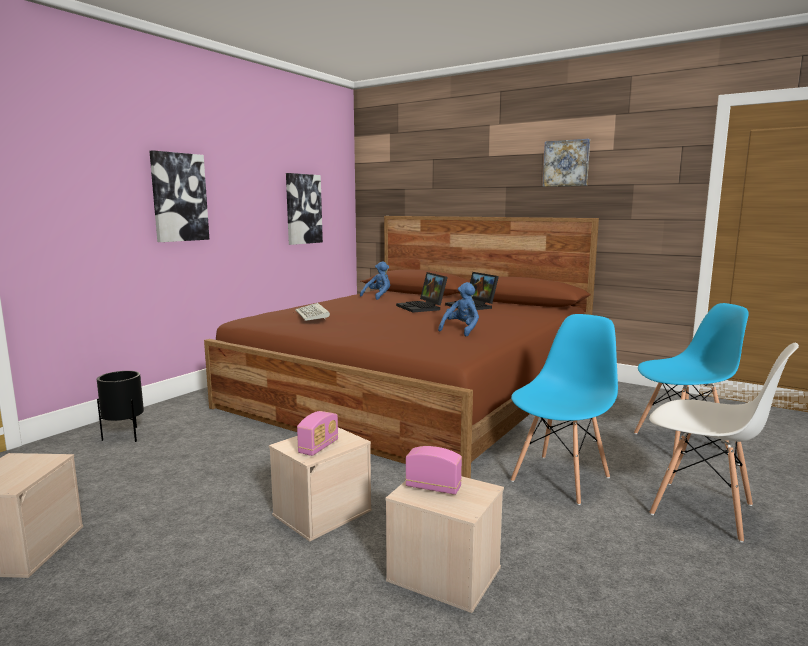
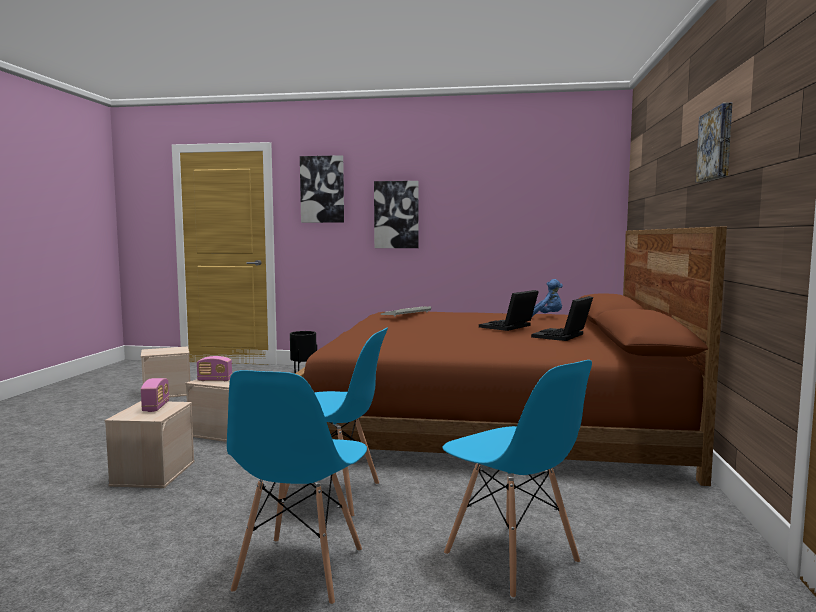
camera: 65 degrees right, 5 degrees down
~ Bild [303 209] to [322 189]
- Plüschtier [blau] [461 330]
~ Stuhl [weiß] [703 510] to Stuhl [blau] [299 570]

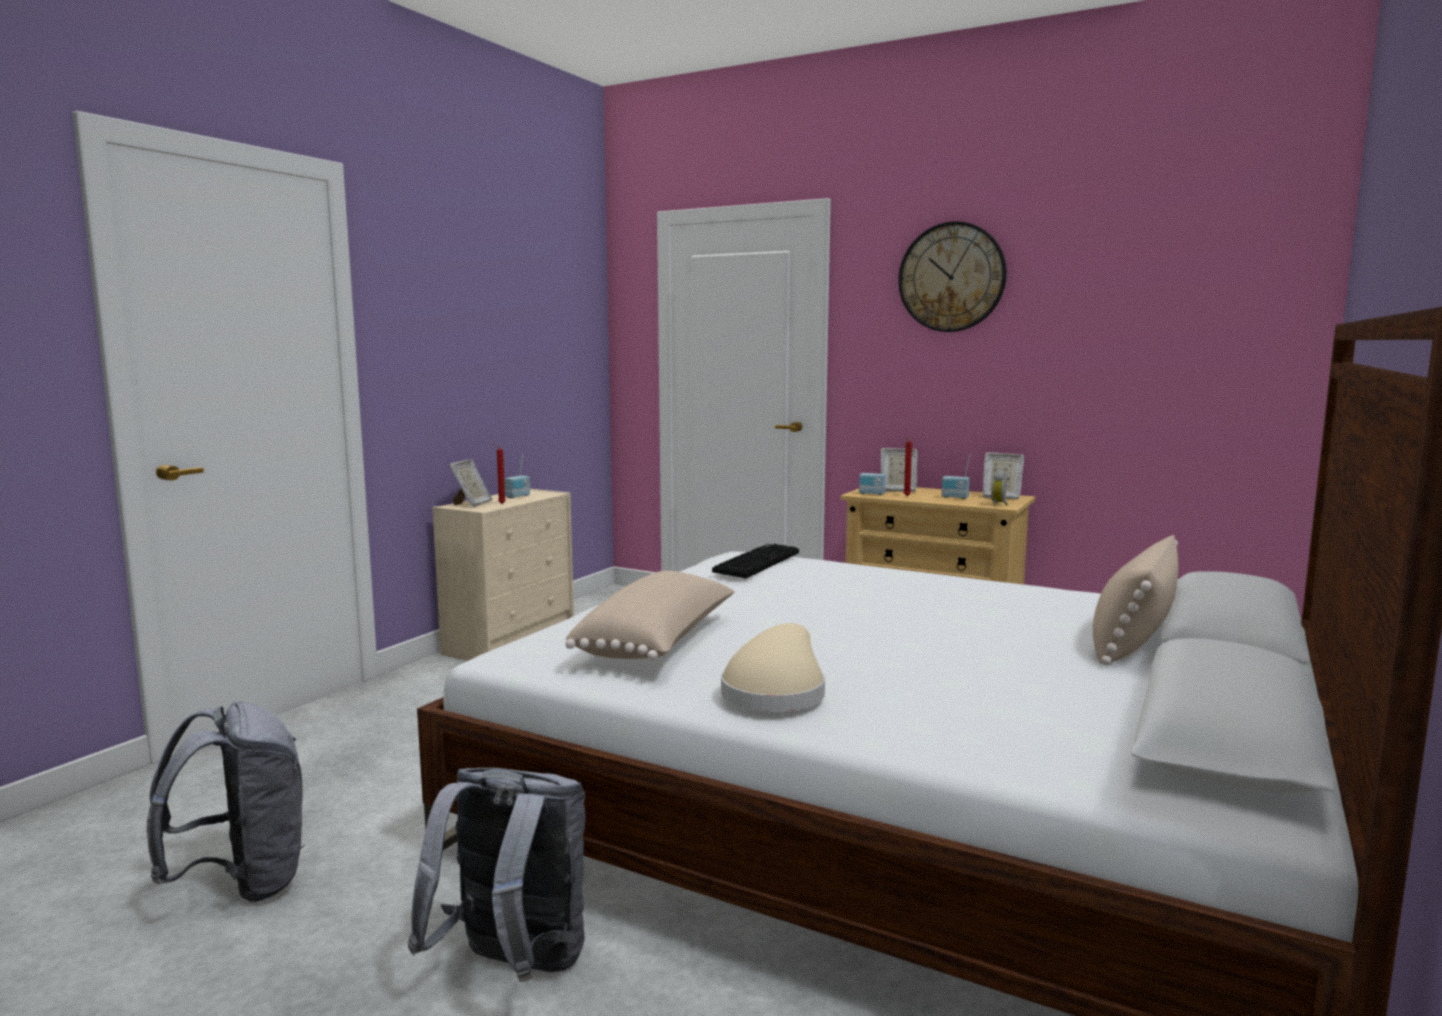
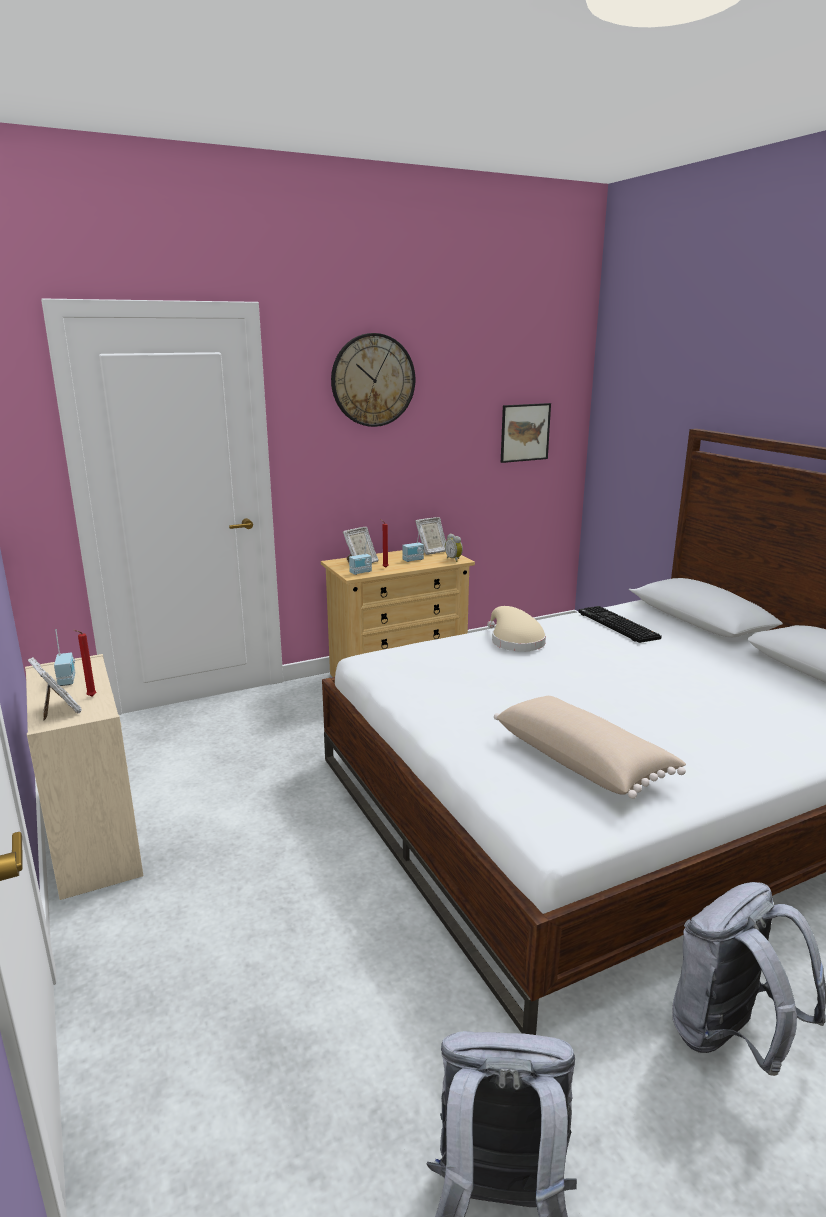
camera: 55 degrees left, 10 degrees up
~ Tastatur [756 562] to [616 625]
~ Hut [beige] [776 692] to [514 641]
- Kissen [beige] [1133 637]
+ Bild [525 432]

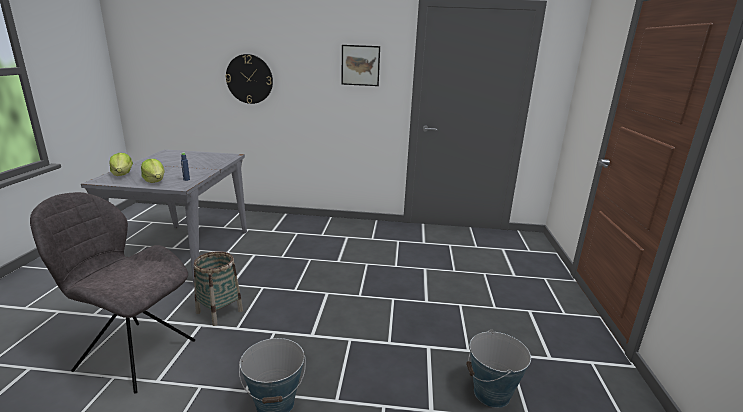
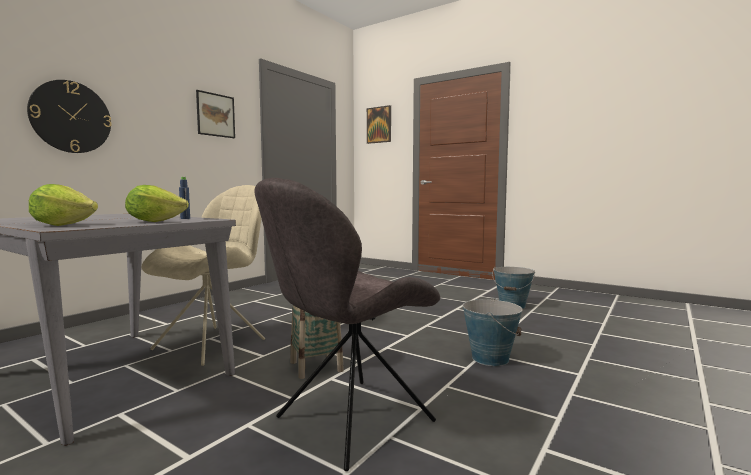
camera: 60 degrees left, 15 degrees down
+ Stuhl [beige] [213 343]
+ Bild [379 125]

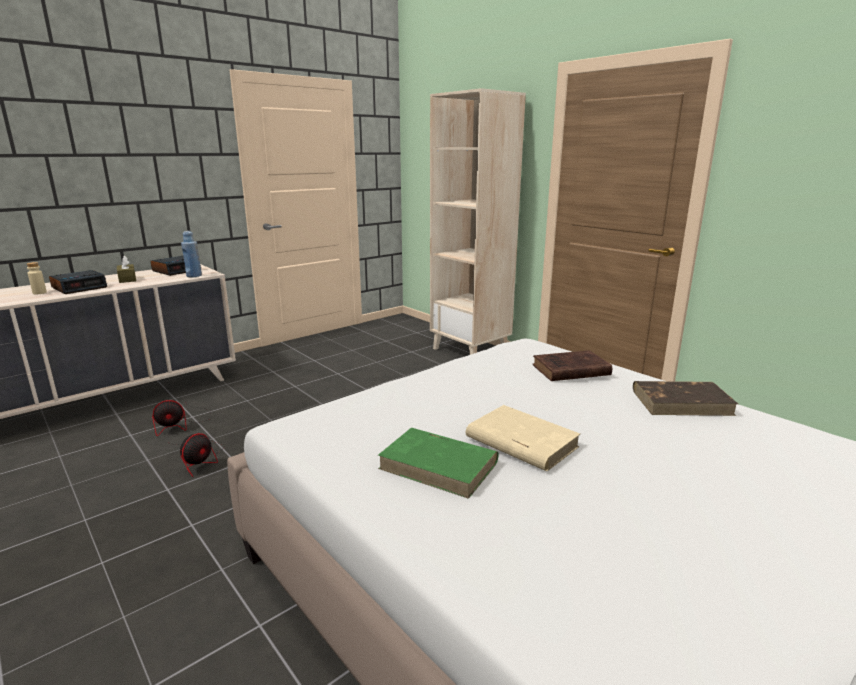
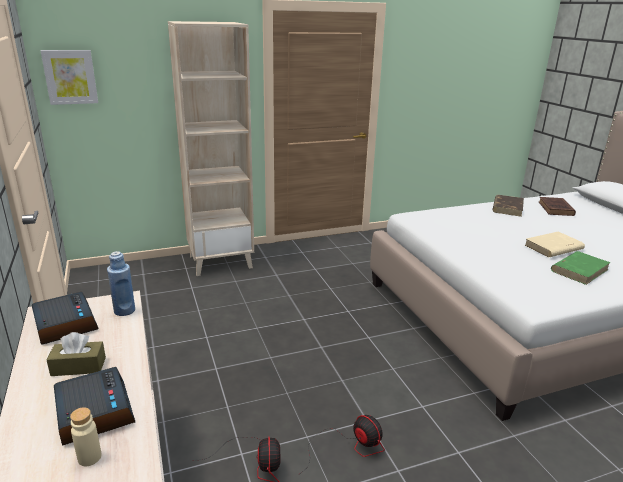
camera: 70 degrees left, 5 degrees up
~ Buch [braun] [569 370] to [556 209]
+ Bild [70 77]

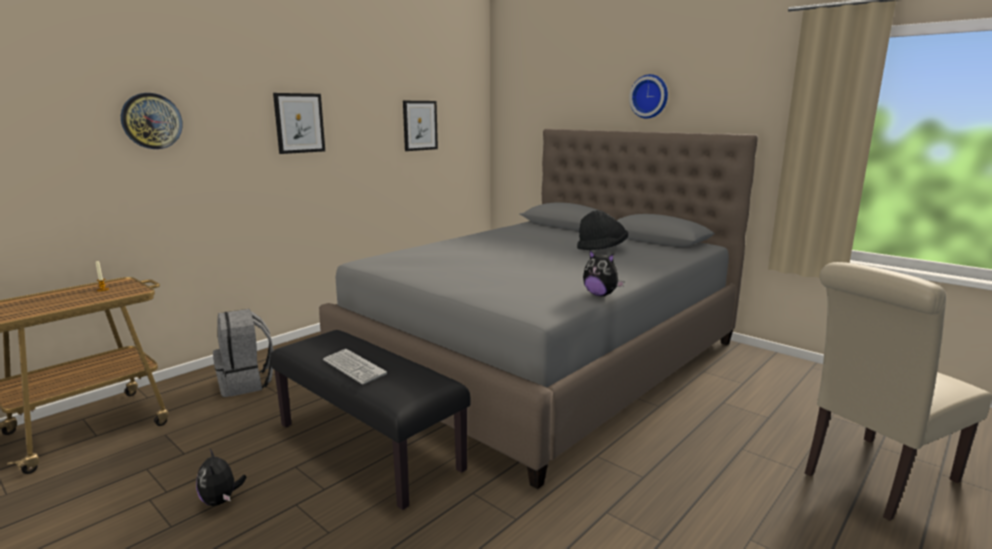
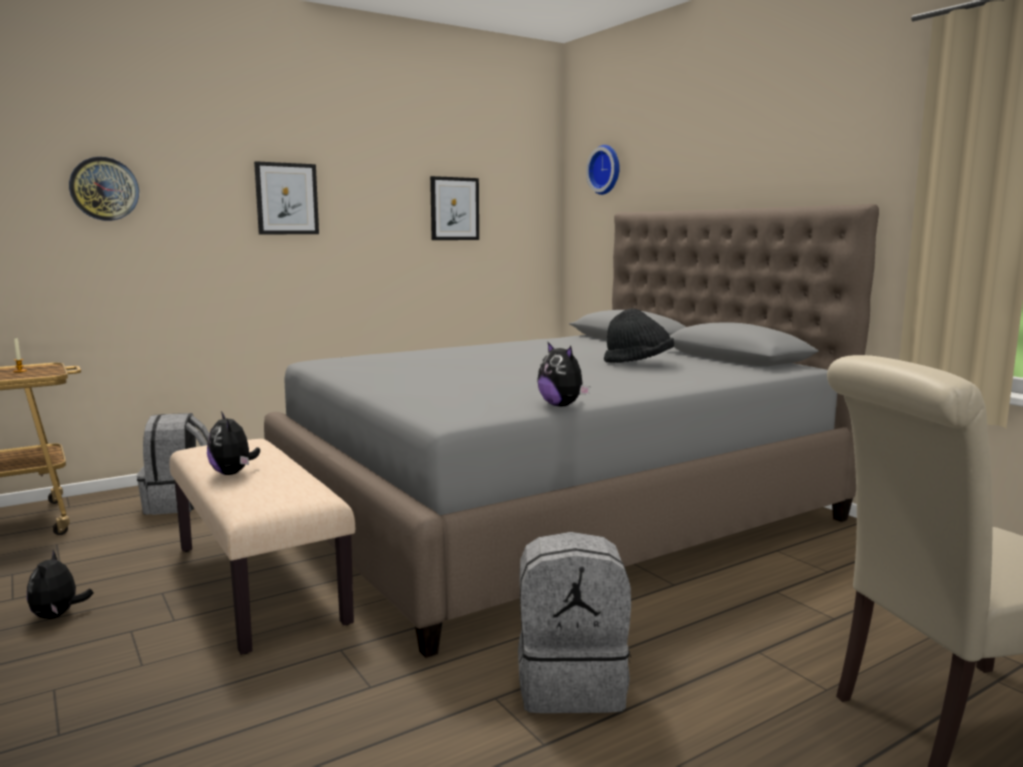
camera: 15 degrees right, 5 degrees down
~ Bank [schwarz] [370 446] to Bank [beige] [260 583]
~ Tastatur [354 367] to Plüschtier [233 473]
~ Wanduhr [650 96] to [606 170]
+ Rucksack [grau] [571 684]

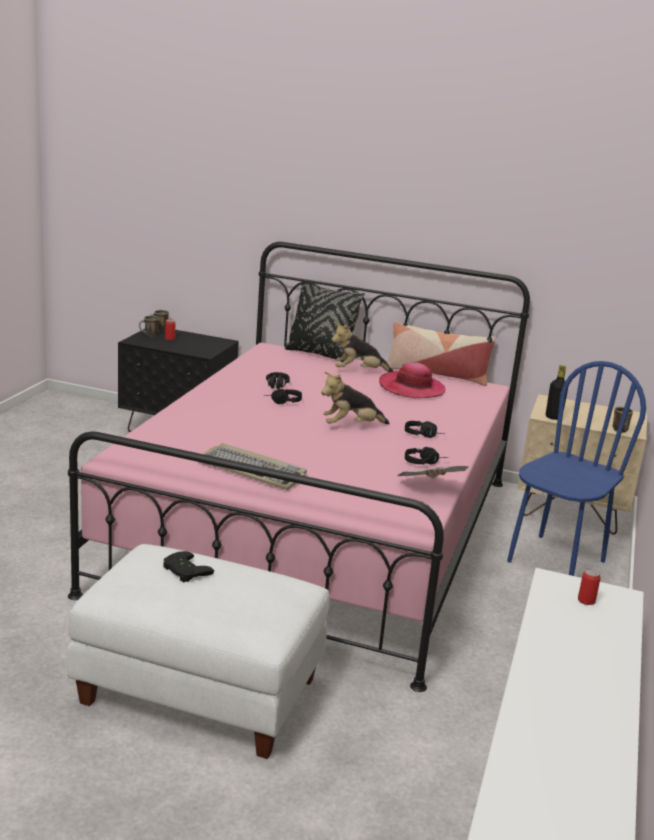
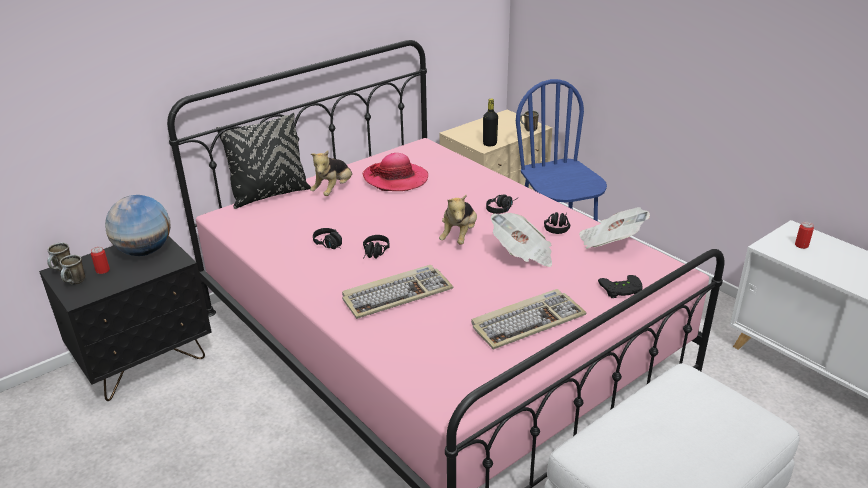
camera: 55 degrees left, 10 degrees up
~ Gamepad [schwarz] [184 571] to [621 290]
- Kissen [436 374]
+ Globus [145 251]
+ Tastatur [397 294]
+ Zeitung [522 254]

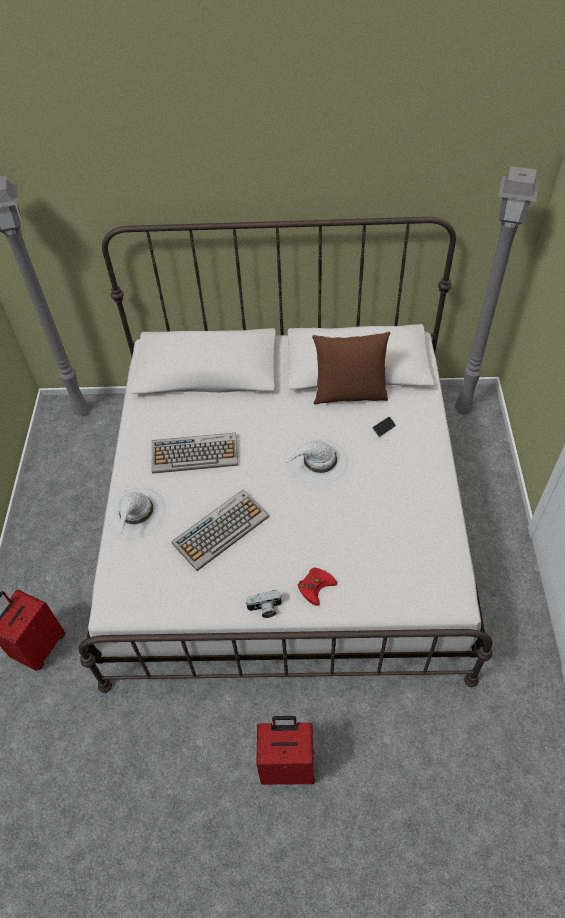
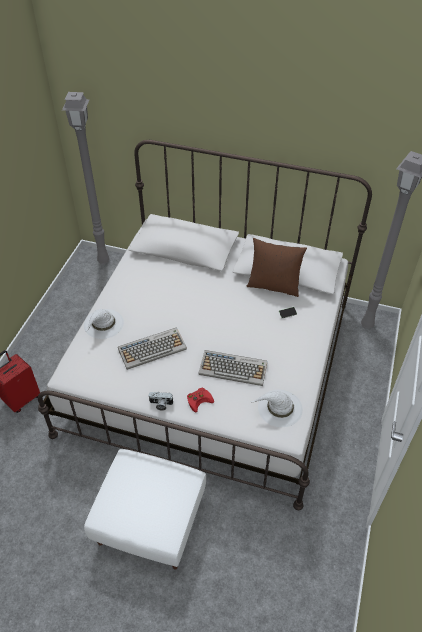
camera: 15 degrees right, 5 degrees down
~ Tastatur [195 453] to [233 368]
~ Koffer [rot] [288 765] to Polsterhocker [weiß] [151 520]
~ Hut [weiß] [319 462] to [279 408]

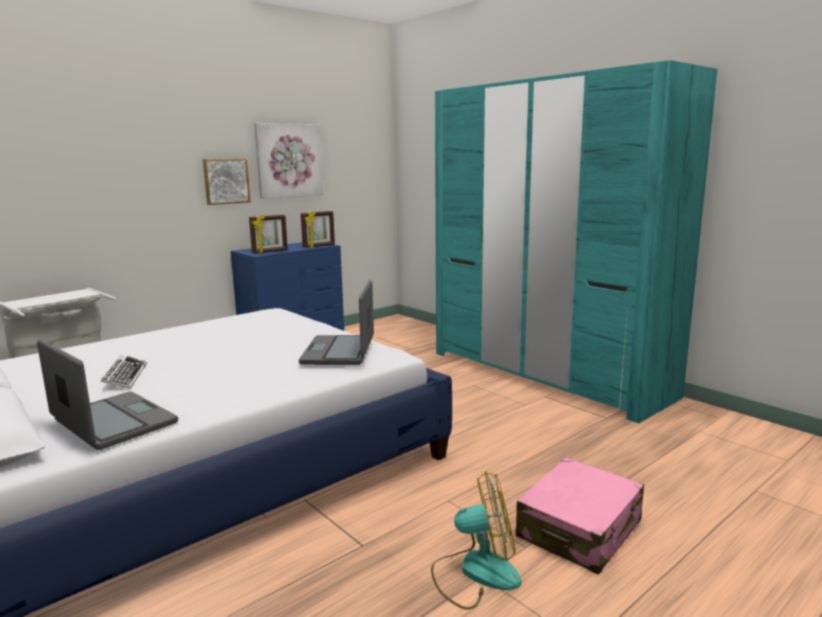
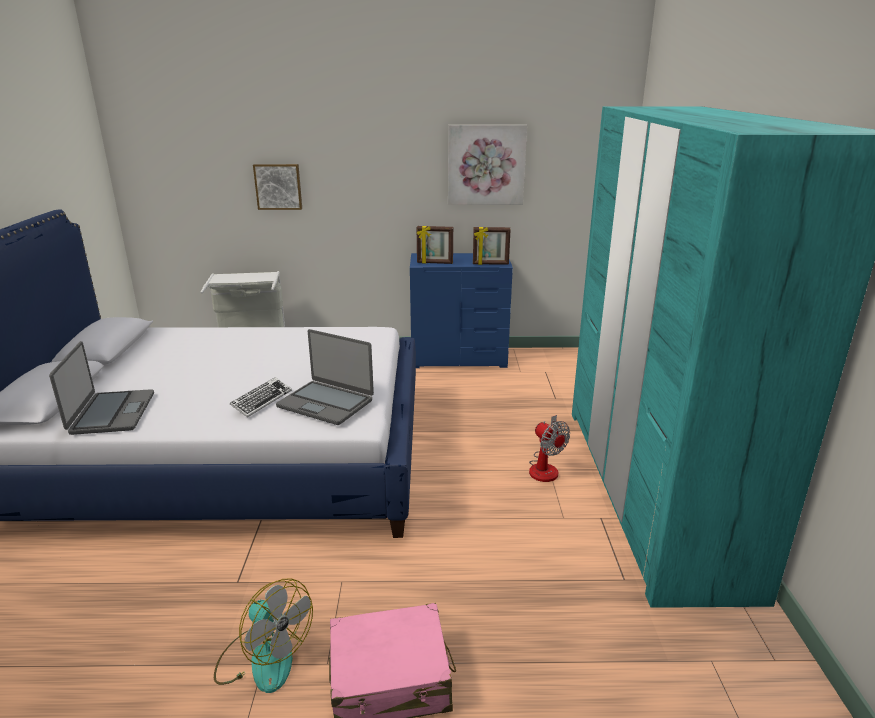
camera: 40 degrees right, 10 degrees up
~ Tastatur [125 376] to [262 400]
~ Bild [226 181] to [278 186]
~ Laptop [339 351] = [326 403] 105 degrees counterclockwise
+ Ventilator [545 467]

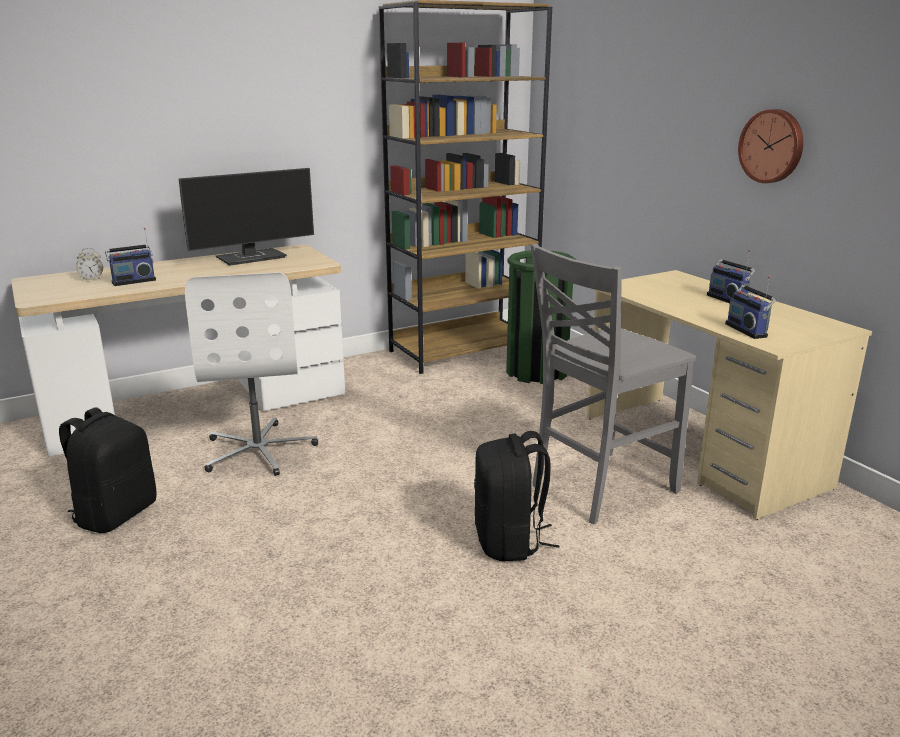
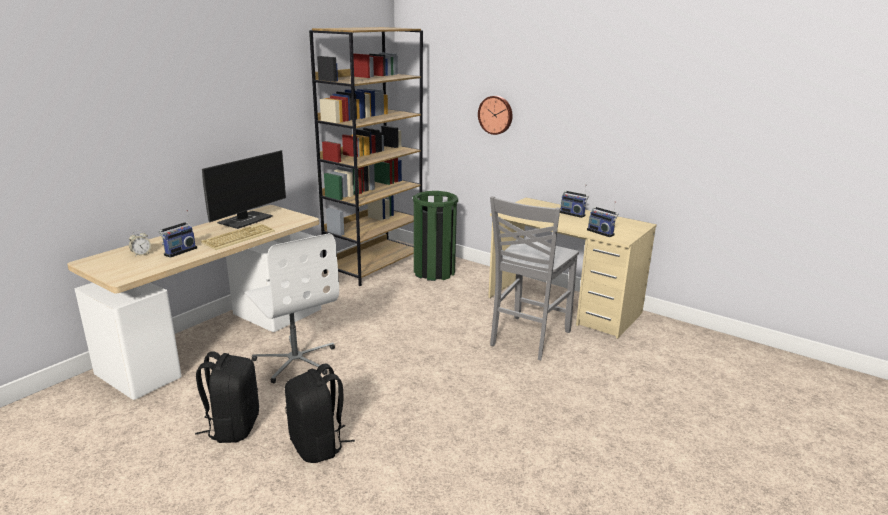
camera: 25 degrees left, 0 degrees up
~ Rucksack [schwarz] [509 542] to [318 446]
~ Wanduhr [772 146] to [496 115]
+ Tastatur [238 237]

